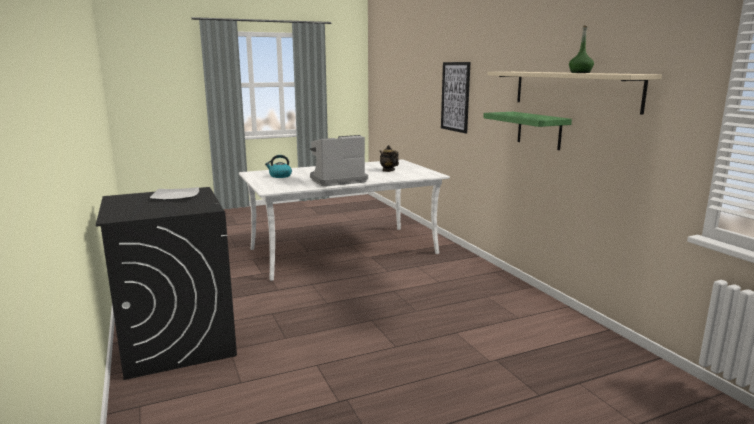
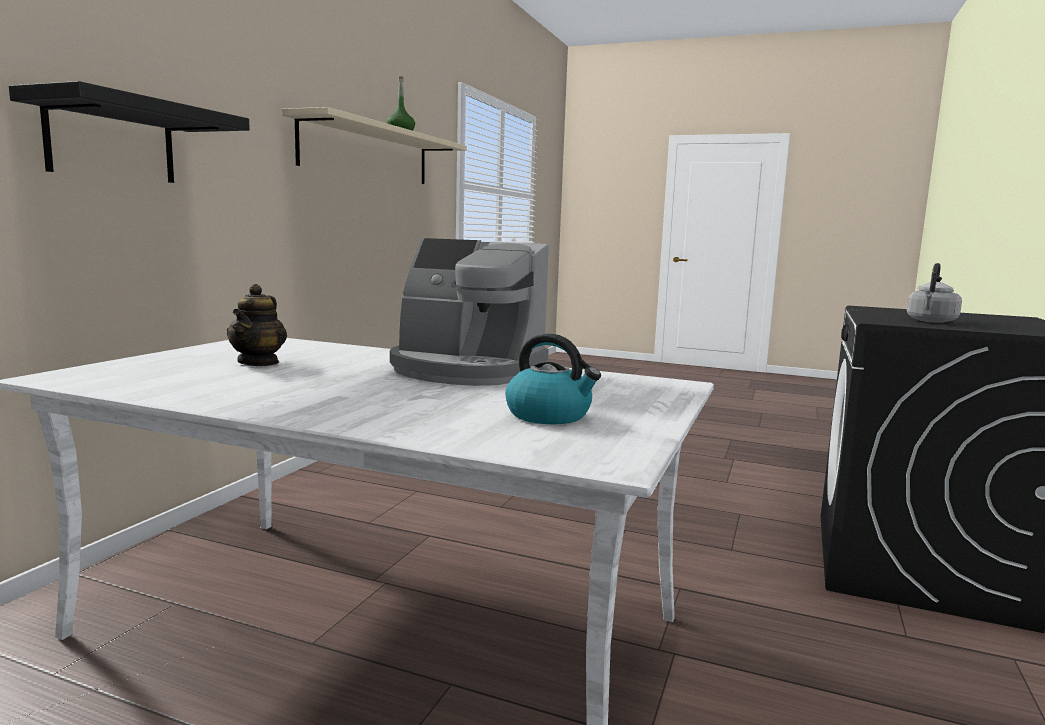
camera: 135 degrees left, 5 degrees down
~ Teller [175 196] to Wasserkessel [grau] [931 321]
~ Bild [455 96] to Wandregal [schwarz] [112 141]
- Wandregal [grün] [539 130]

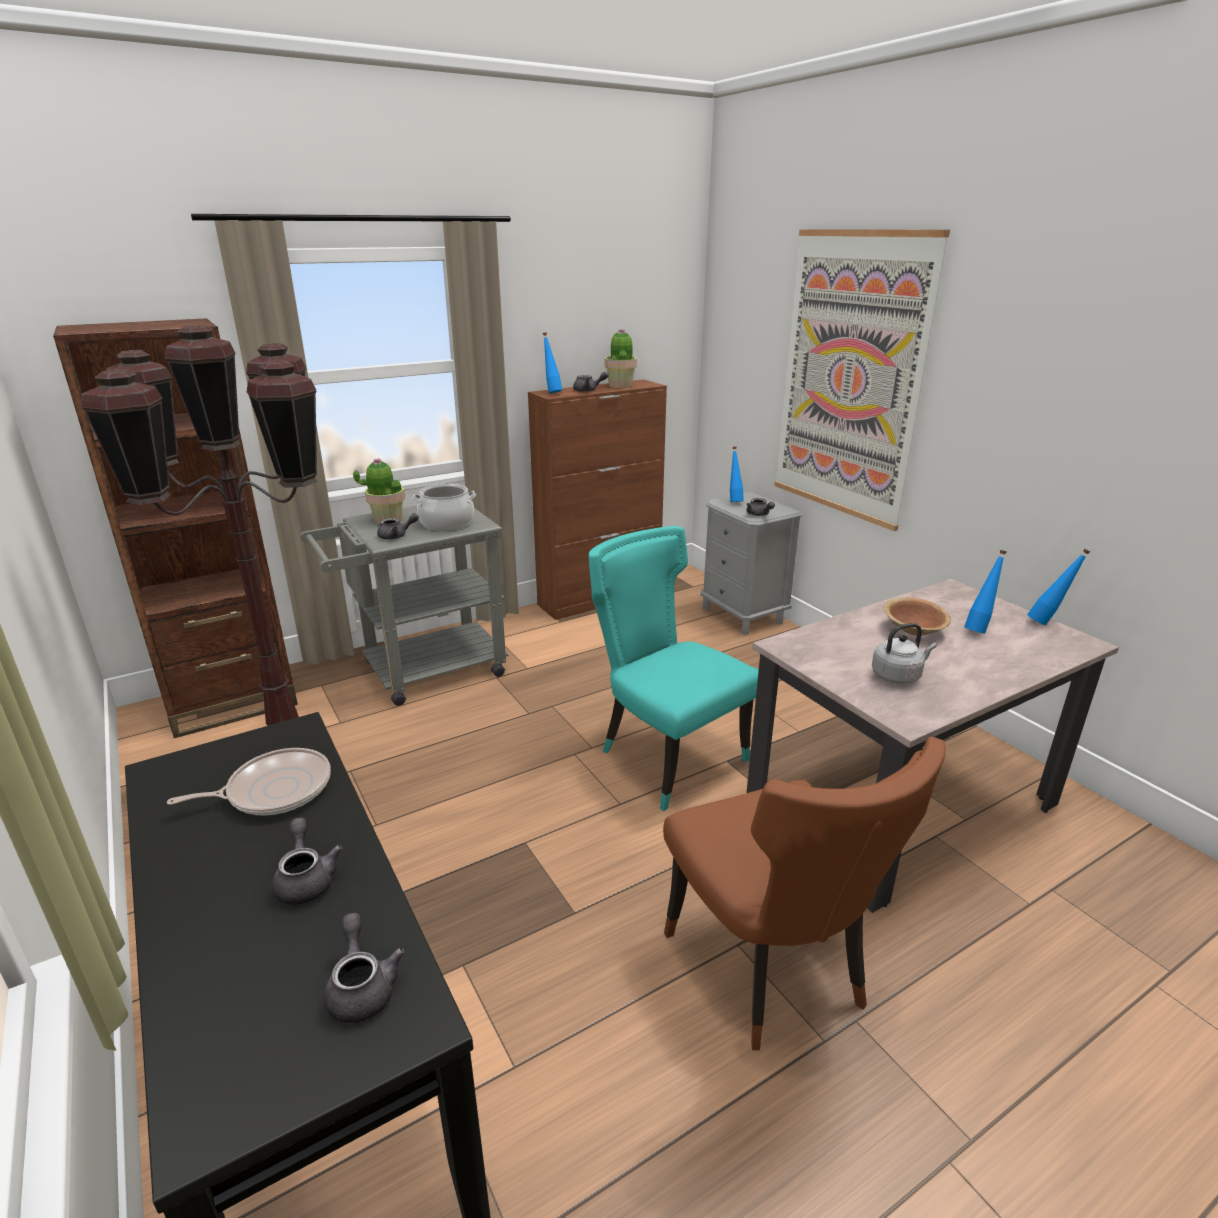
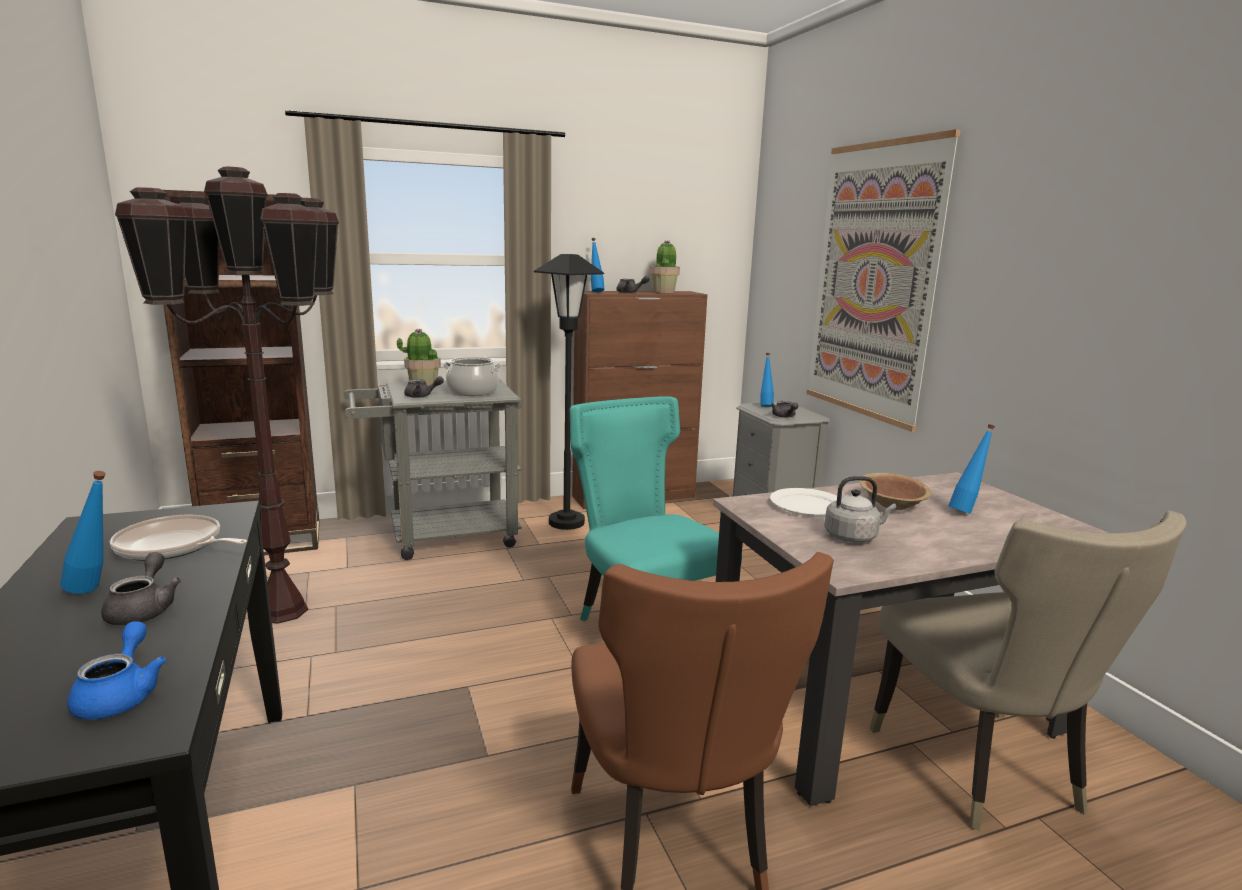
camera: 10 degrees right, 10 degrees down
~ Pfanne [274 790] = [173 546] 150 degrees counterclockwise
~ Teekanne [grau] [362 986] to Teekanne [blau] [121 695]
~ Flasche [blau] [1047 622] to [96 591]
+ Stehlampe [schwarz] [566 522]
+ Teller [weiß] [808 505]
+ Stuhl [beige] [983 771]

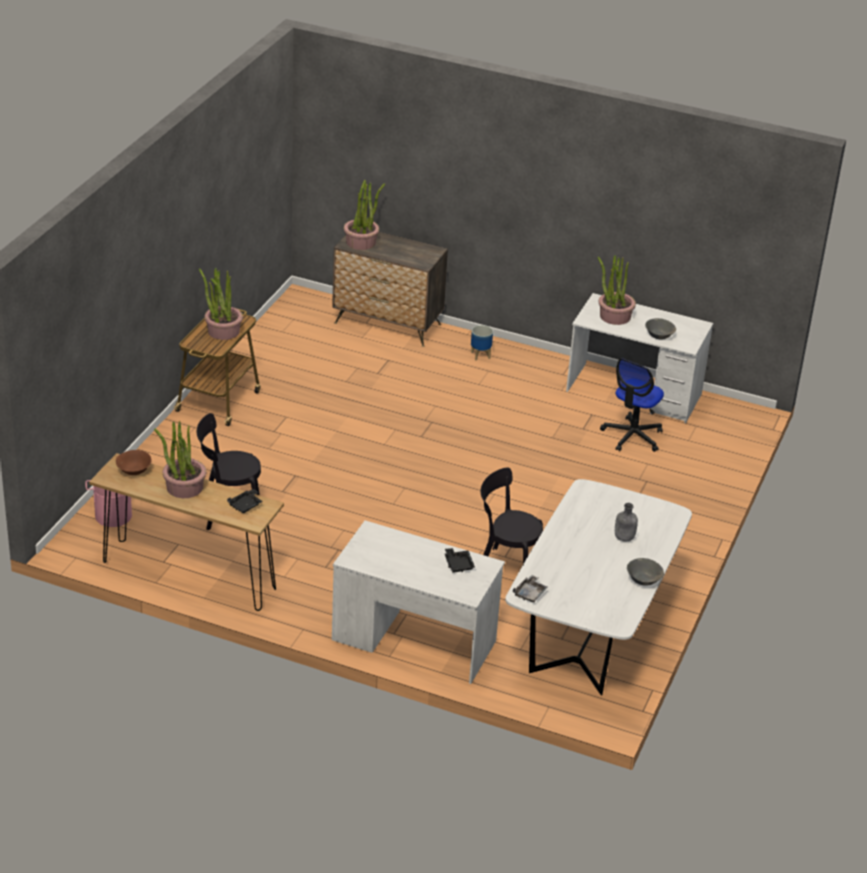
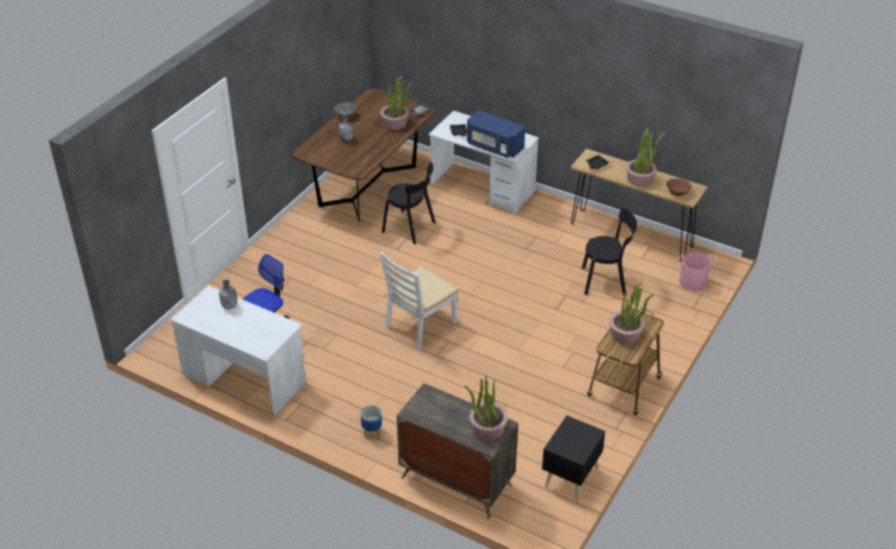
camera: 170 degrees left, 5 degrees up
~ Esstisch [weiß] [591 633] to Esstisch [braun] [368 186]
~ Topfpflanze [614 316] to [395 123]
~ Schüssel [grau] [658 336] to Flasche [grau] [230 306]
+ Stuhl [weiß] [420 325]
+ Mikrowelle [blau] [494 147]
+ Nachttisch [schwarz] [570 478]

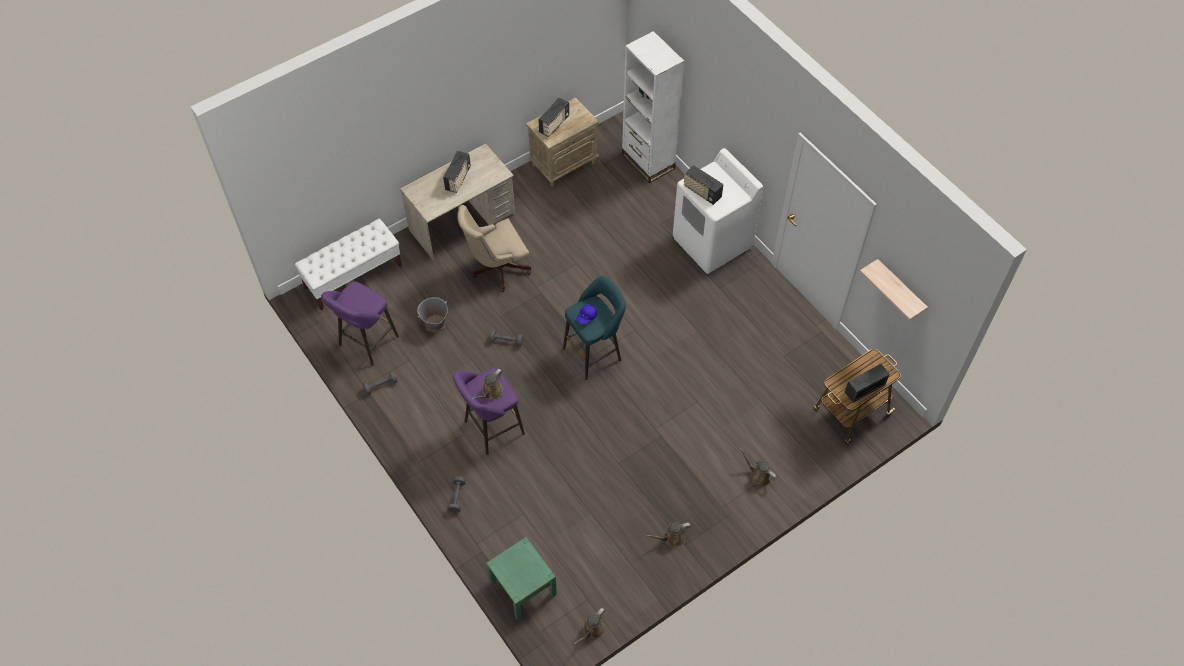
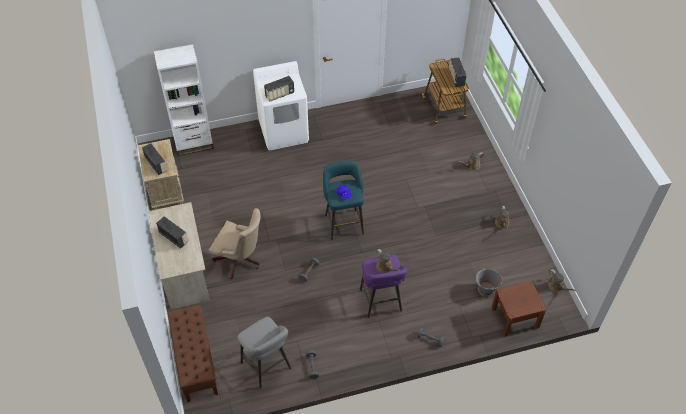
camera: 70 degrees left, 5 degrees down
~ Bank [weiß] [353 276] to Bank [braun] [196 361]
~ Hocker [lila] [366 343] to Hocker [grau] [267 367]
~ Eimer [grau] [435 324] to [486 290]
~ Bürostuhl [beige] [497 269] = [240 260] 60 degrees counterclockwise
~ Nachttisch [grün] [523 587] to Nachttisch [braun] [515 317]
- Wandregal [900 289]

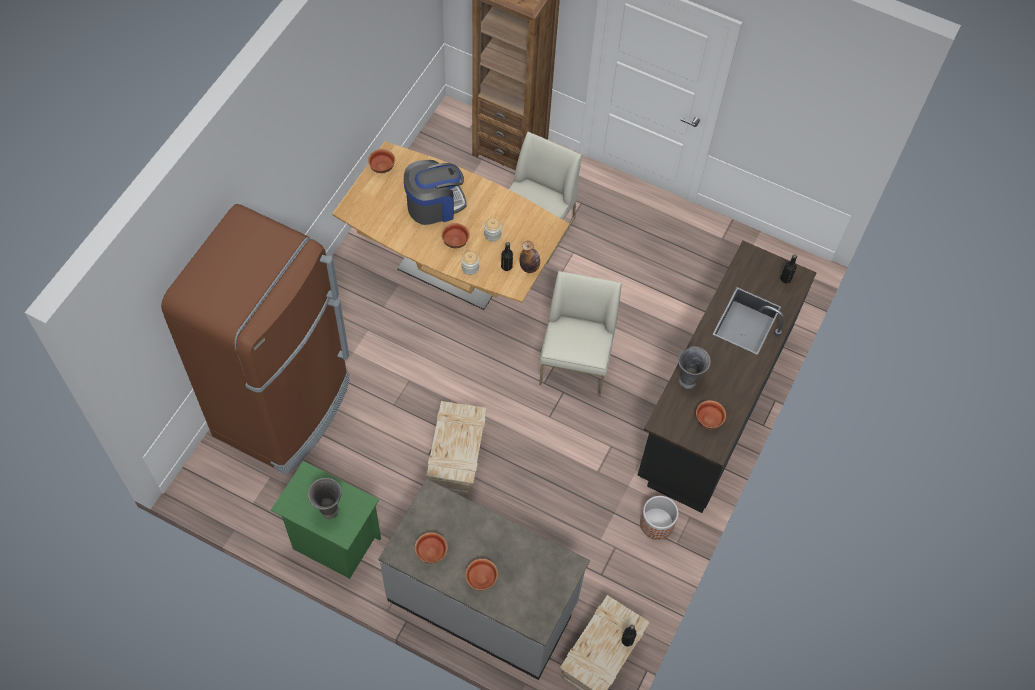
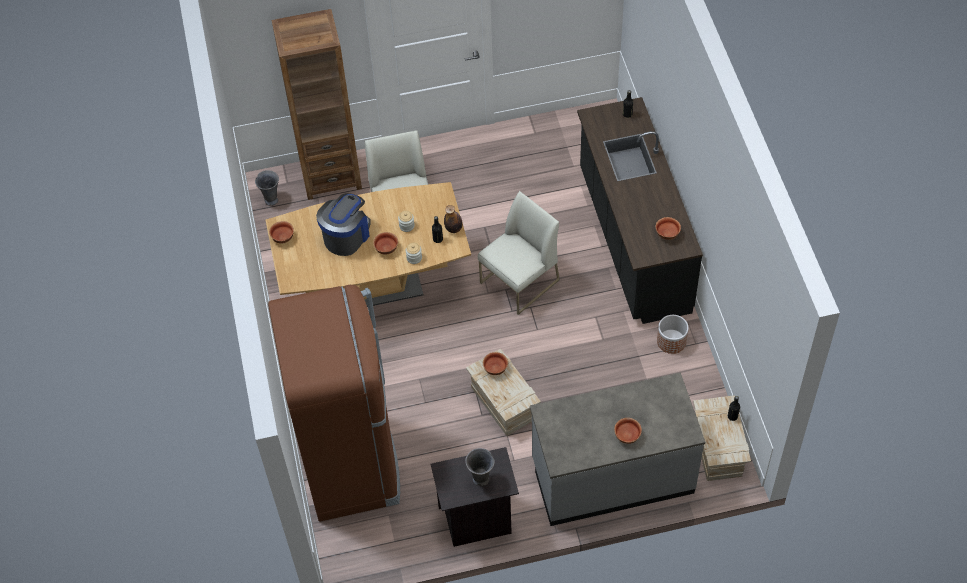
camera: 35 degrees left, 5 degrees down
~ Nachttisch [grün] [333 542] to Nachttisch [schwarz] [476 520]
~ Schüssel [431 552] to [495 368]
~ Stuhl [weiß] [576 362] = [519 282] 75 degrees clockwise
~ Vase [grau] [688 380] to [271 199]

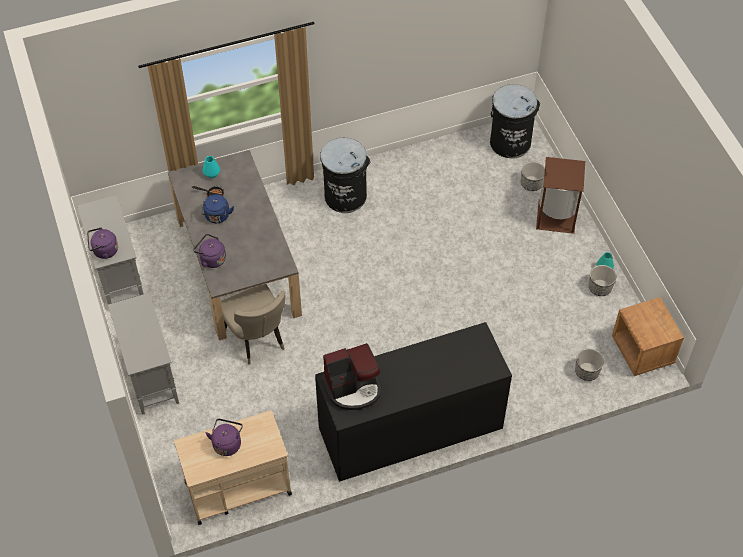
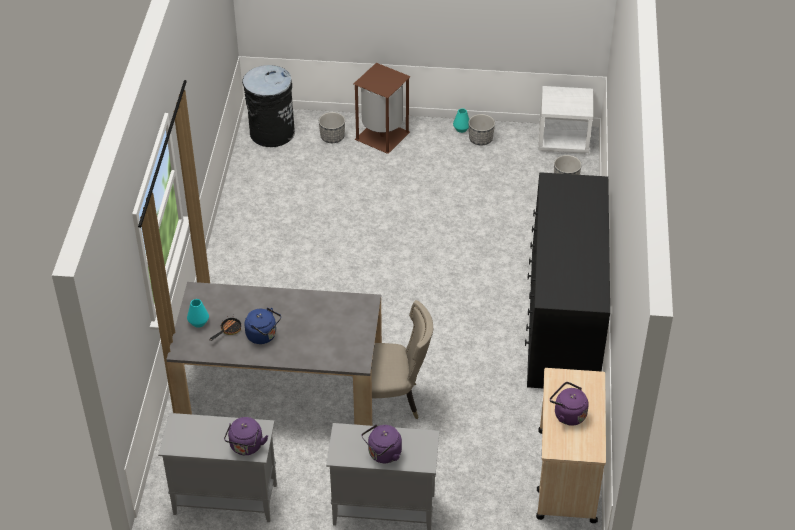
camera: 65 degrees left, 10 degrees down
~ Wasserkessel [lila] [211 259] to [383 454]
- Mülleimer [schwarz] [345 196]
- Kaffeemaschine [353 388]
~ Nachttisch [braun] [642 351] to Nachttisch [weiß] [563 140]

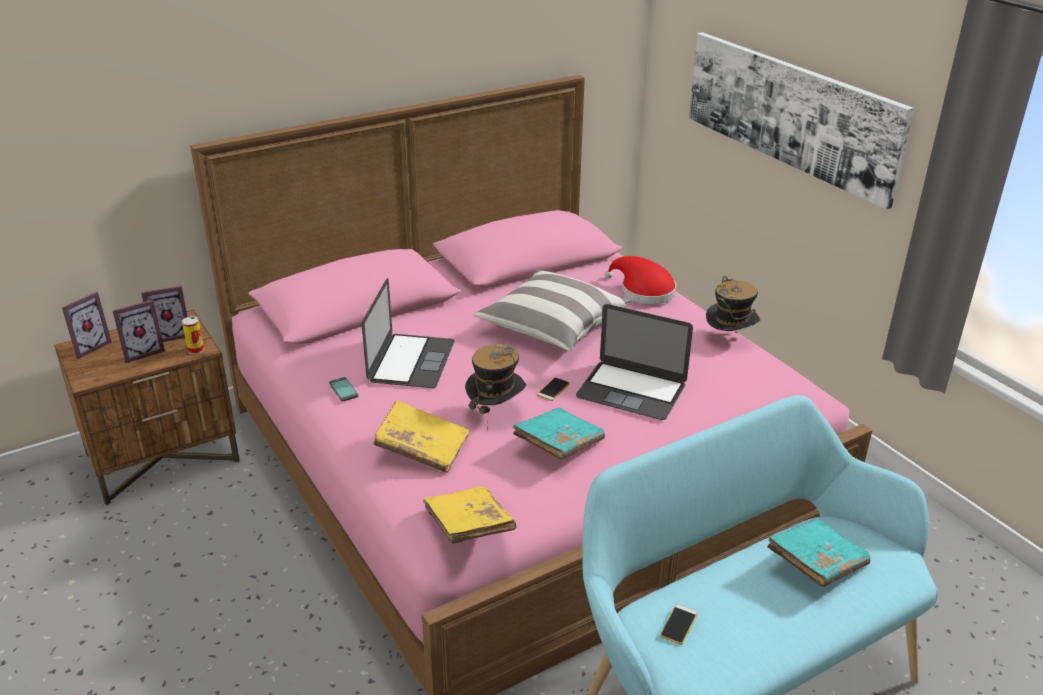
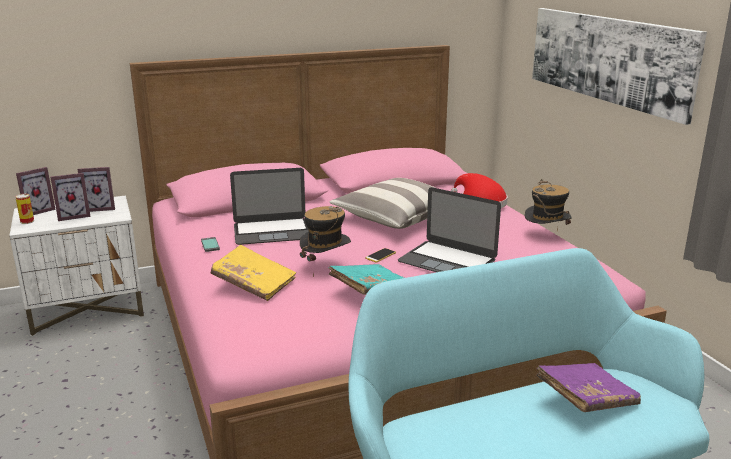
camera: 10 degrees right, 10 degrees down
~ Nachttisch [braun] [164 458] to Nachttisch [weiß] [88 310]
~ Dose [196 350] to [27 221]
~ Laptop [411 361] = [272 231] 60 degrees clockwise
- Buch [gelb] [468 527]
- Handy [679 624]
~ Buch [türkis] [816 564] to Buch [lila] [586 399]

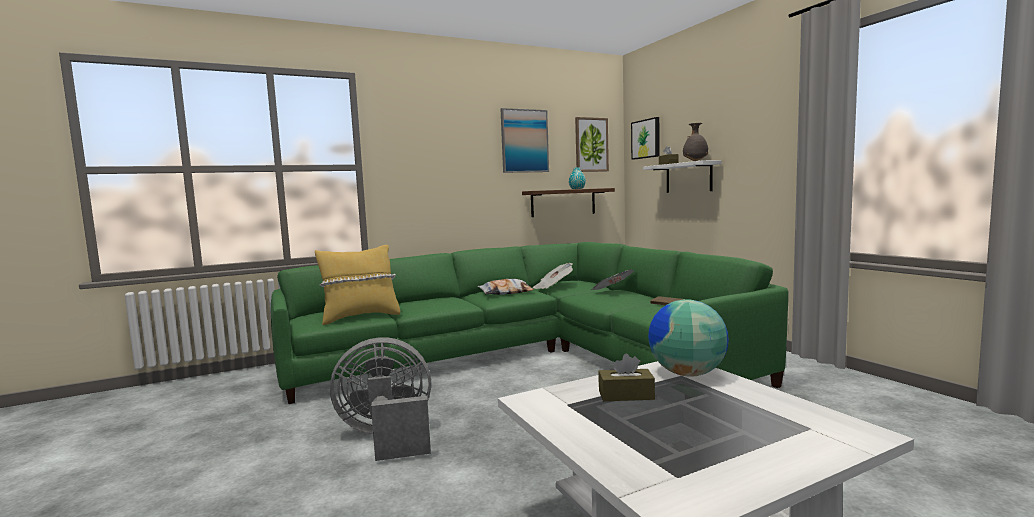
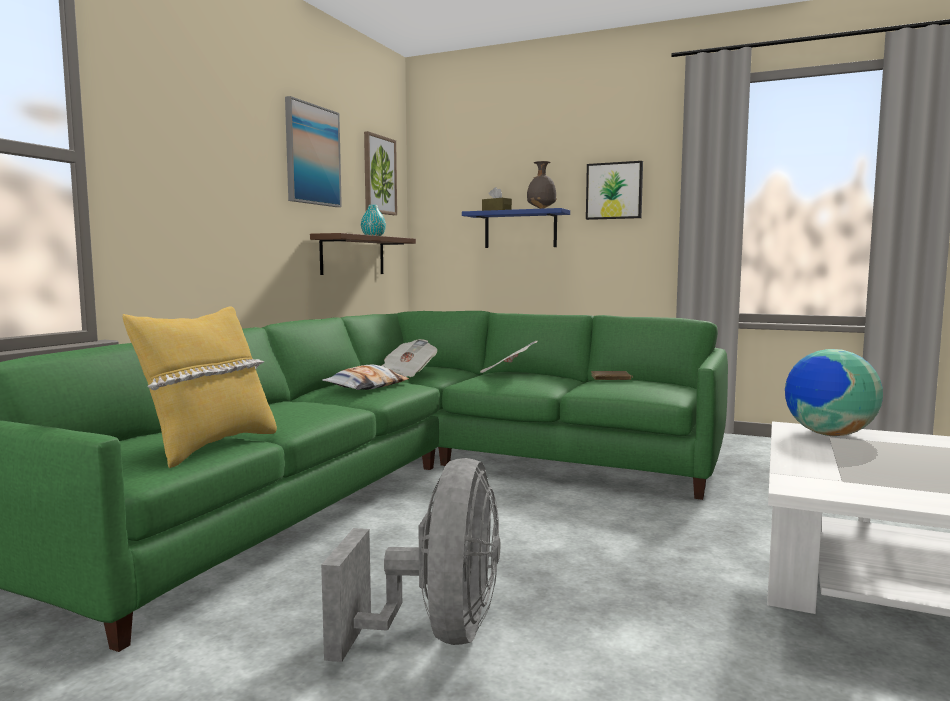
camera: 40 degrees left, 0 degrees up
~ Ventilator [grau] [388 437] = [437 633] 150 degrees clockwise
- Taschentuchbox [braun] [626 395]
~ Bild [646 139] to [614 191]
~ Wandregal [weiß] [688 177] to Wandregal [blau] [520 229]

